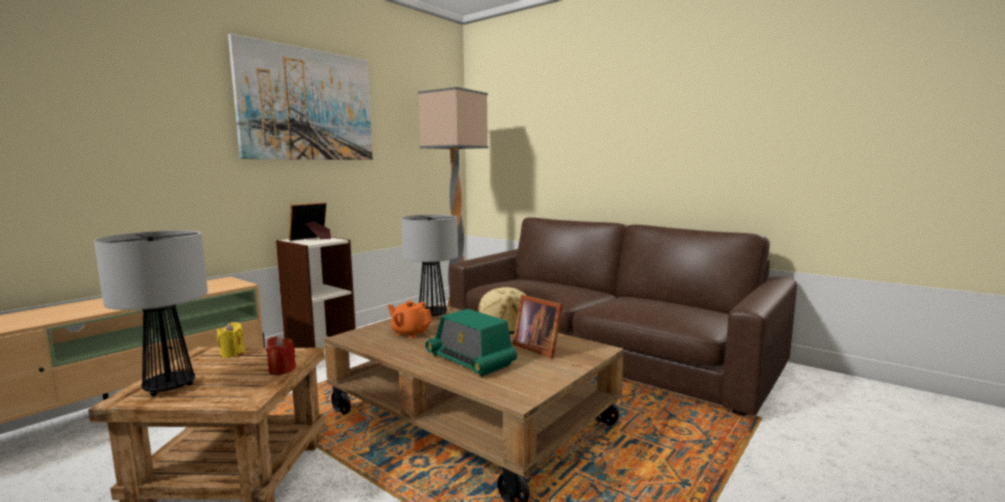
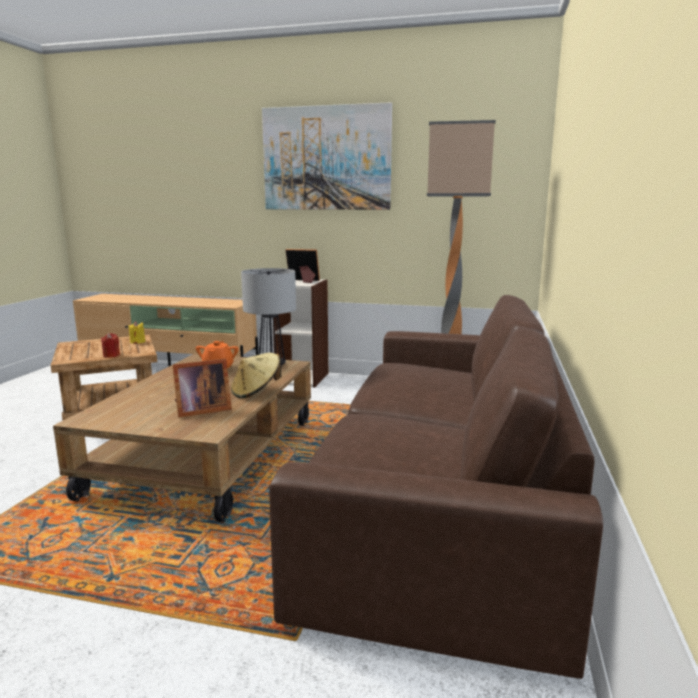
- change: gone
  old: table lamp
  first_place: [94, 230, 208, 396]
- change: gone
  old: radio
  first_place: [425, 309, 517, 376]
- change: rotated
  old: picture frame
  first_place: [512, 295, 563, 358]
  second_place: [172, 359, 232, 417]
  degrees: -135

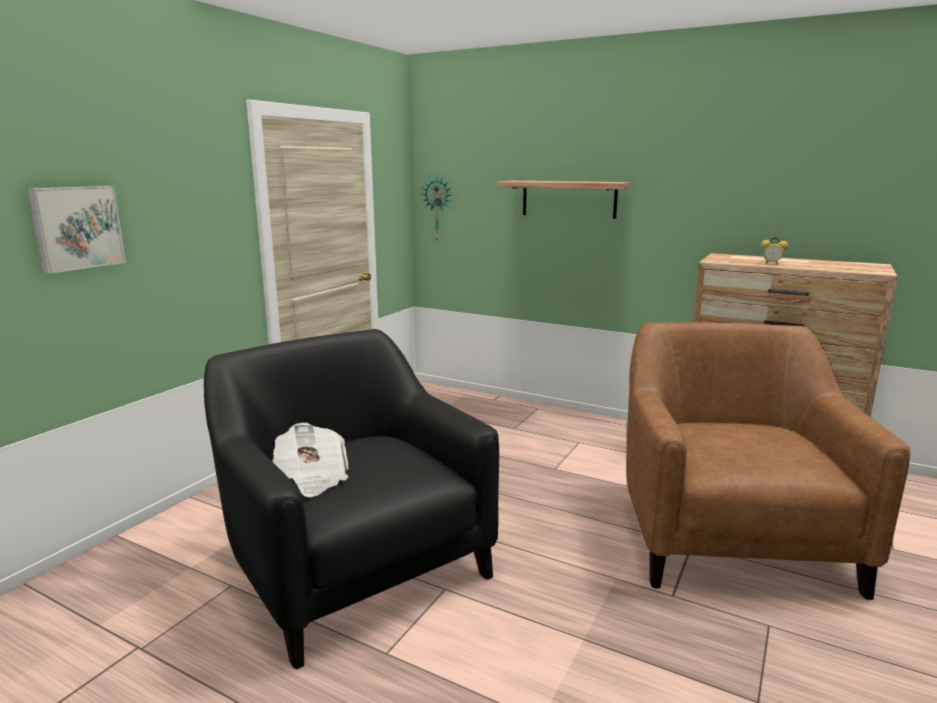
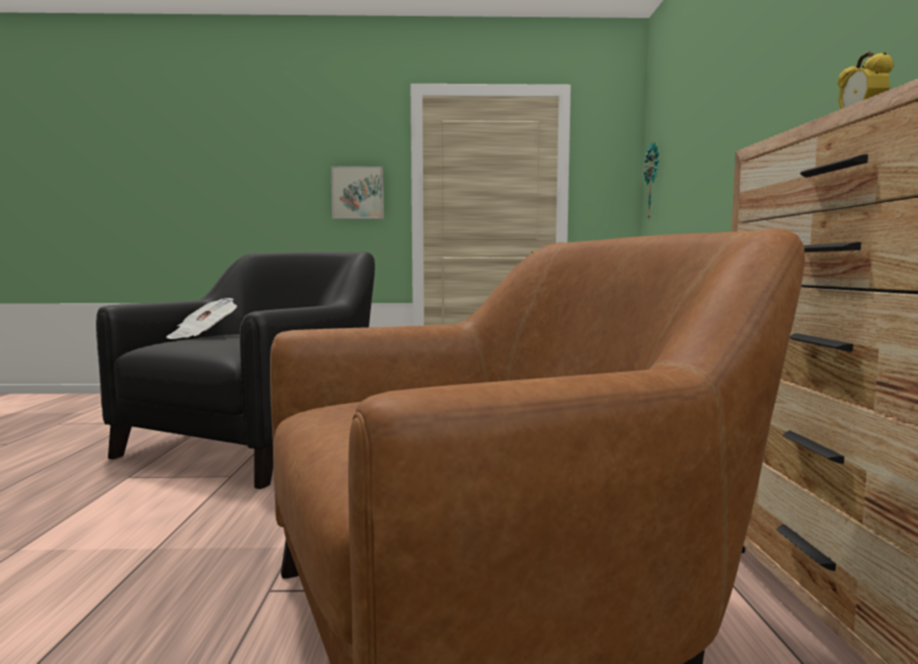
- change: gone
  old: shelf
  first_place: [497, 181, 632, 219]
- change: shifted
  old: picture
  first_place: [27, 186, 126, 274]
  second_place: [331, 166, 384, 219]

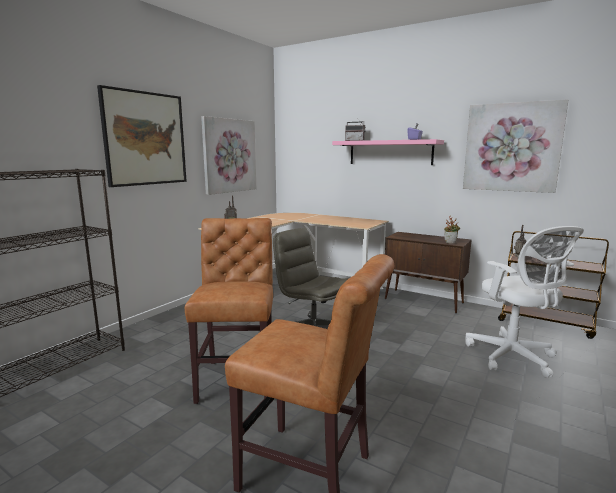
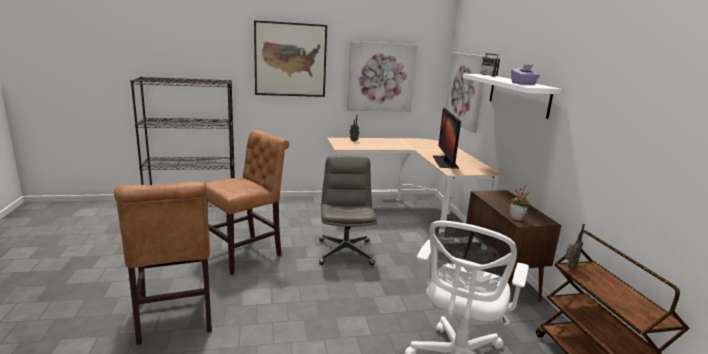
- change: new
  new: monitor
  second_place: [433, 108, 461, 169]
- change: shifted
  old: picture
  first_place: [463, 99, 568, 193]
  second_place: [445, 52, 488, 133]
- change: repainted
  old: pink shelf
  new: white shelf
  first_place: [332, 139, 444, 165]
  second_place: [463, 74, 562, 119]

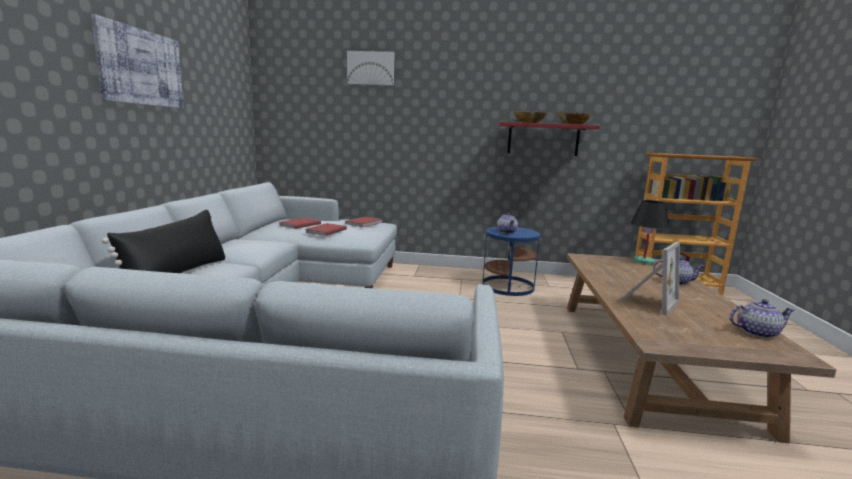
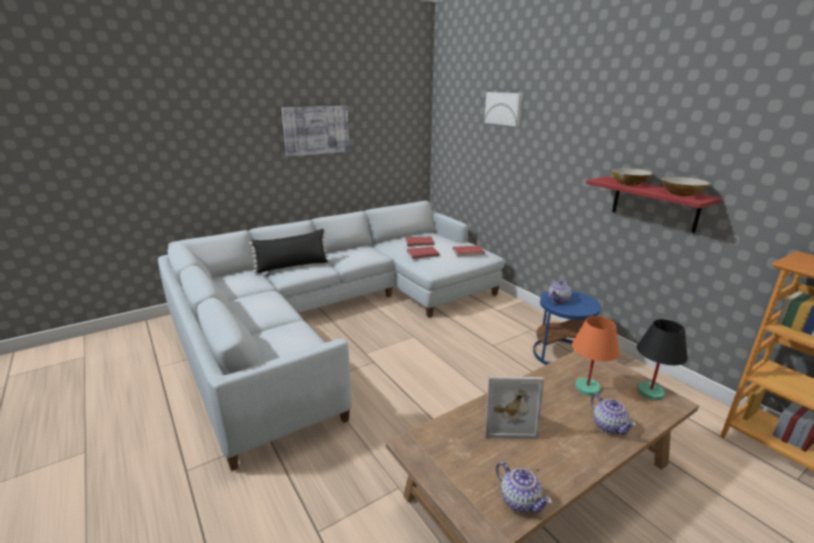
- change: new
  new: orange table lamp
  second_place: [572, 316, 620, 396]

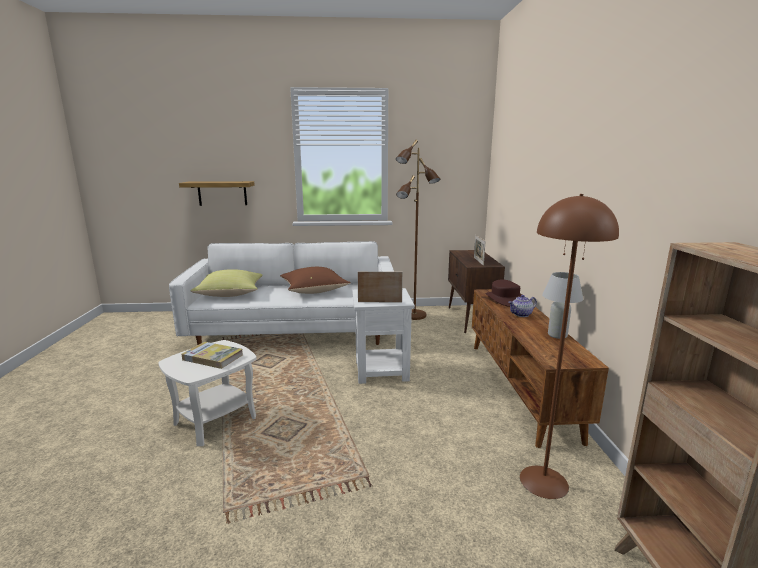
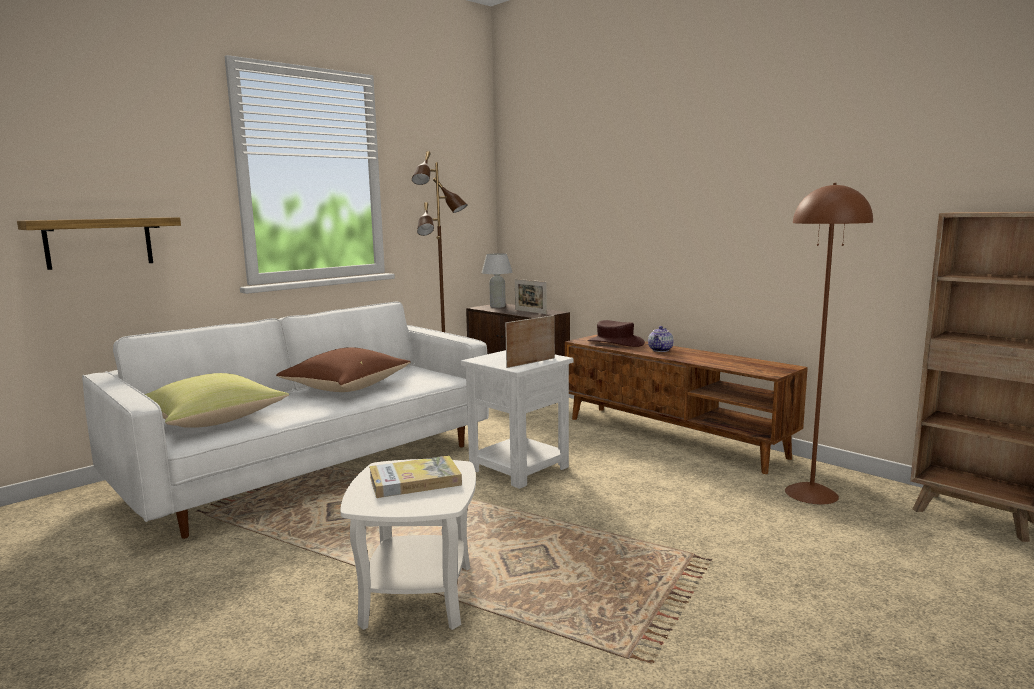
- change: shifted
  old: white table lamp
  first_place: [542, 272, 583, 339]
  second_place: [481, 253, 513, 308]

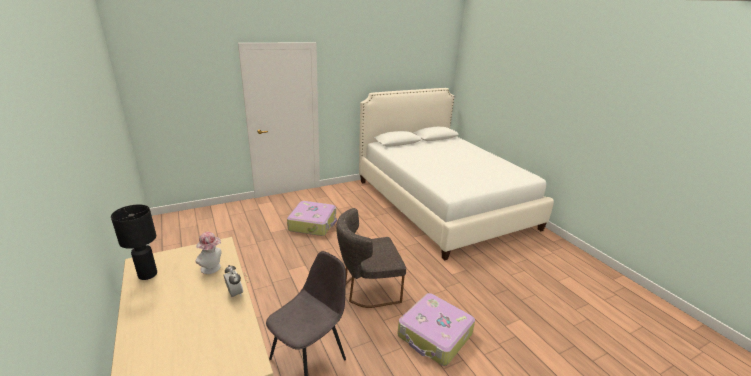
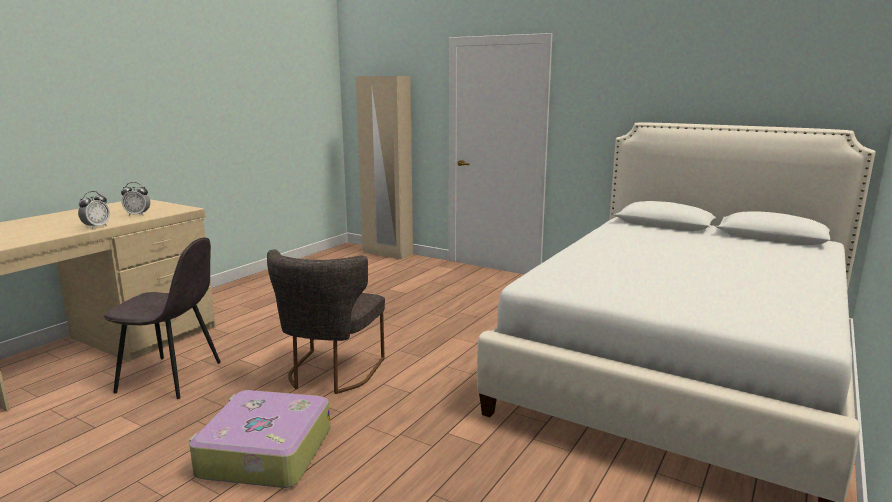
- change: gone
  old: black table lamp
  first_place: [111, 205, 157, 280]
- change: gone
  old: suitcase
  first_place: [287, 201, 337, 236]
- change: new
  new: beige wardrobe
  second_place: [356, 76, 413, 260]
- change: swapped
  old: hat
  new: alarm clock
  first_place: [196, 232, 222, 274]
  second_place: [121, 182, 150, 216]
- change: rotated
  old: grey chair
  first_place: [336, 208, 406, 308]
  second_place: [267, 250, 385, 394]
  degrees: -120

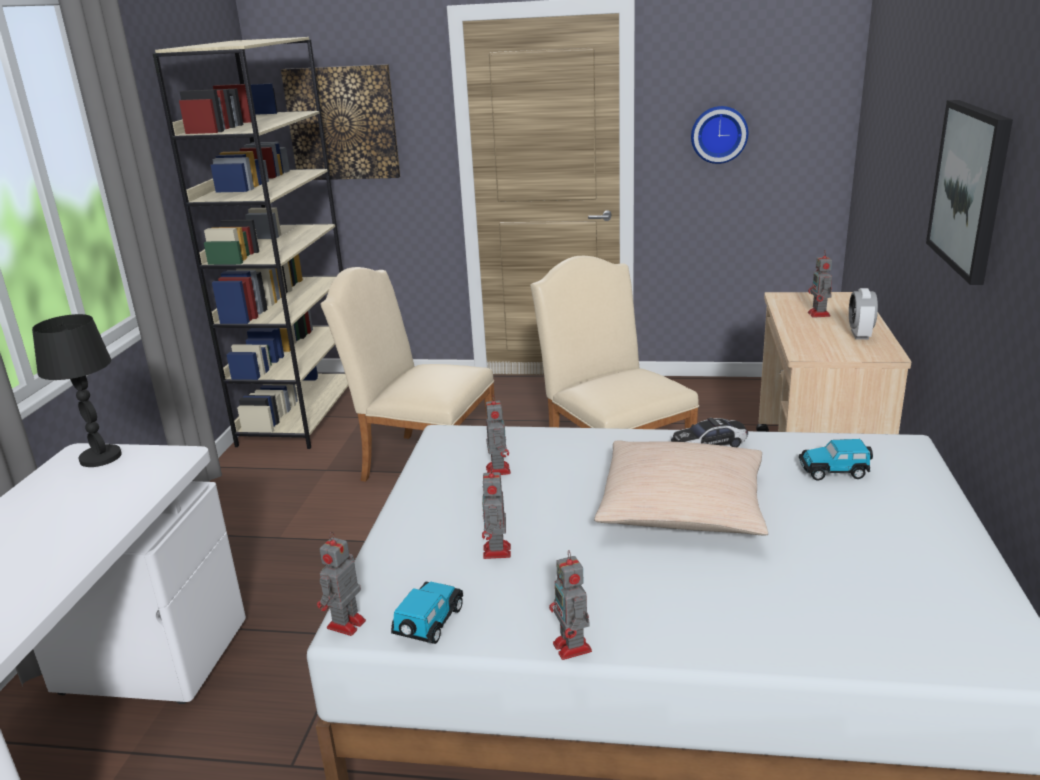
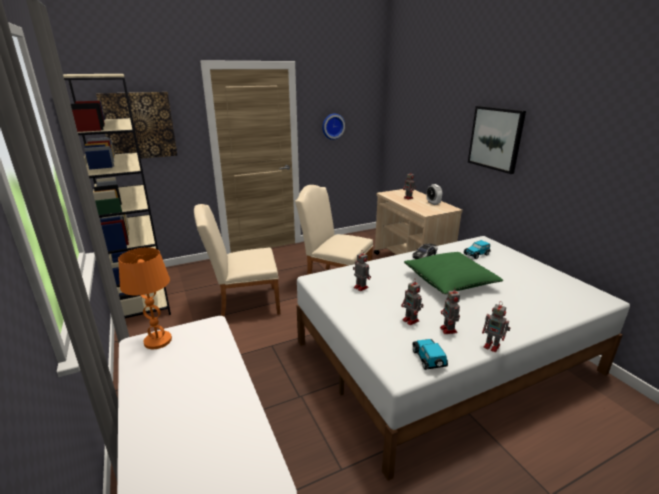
- change: shifted
  old: toy robot
  first_place: [317, 532, 366, 636]
  second_place: [440, 287, 460, 334]
- change: repainted
  old: black table lamp
  new: orange table lamp
  first_place: [32, 314, 122, 467]
  second_place: [118, 247, 172, 349]
- change: repainted
  old: beige pillow
  new: green pillow
  first_place: [594, 440, 768, 535]
  second_place: [404, 252, 504, 294]

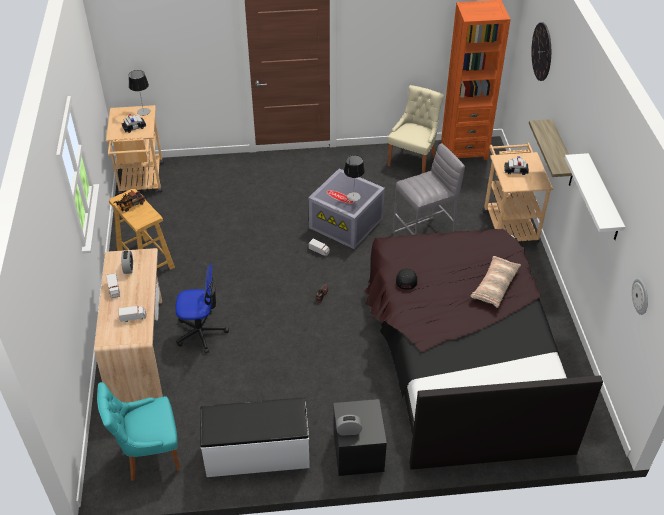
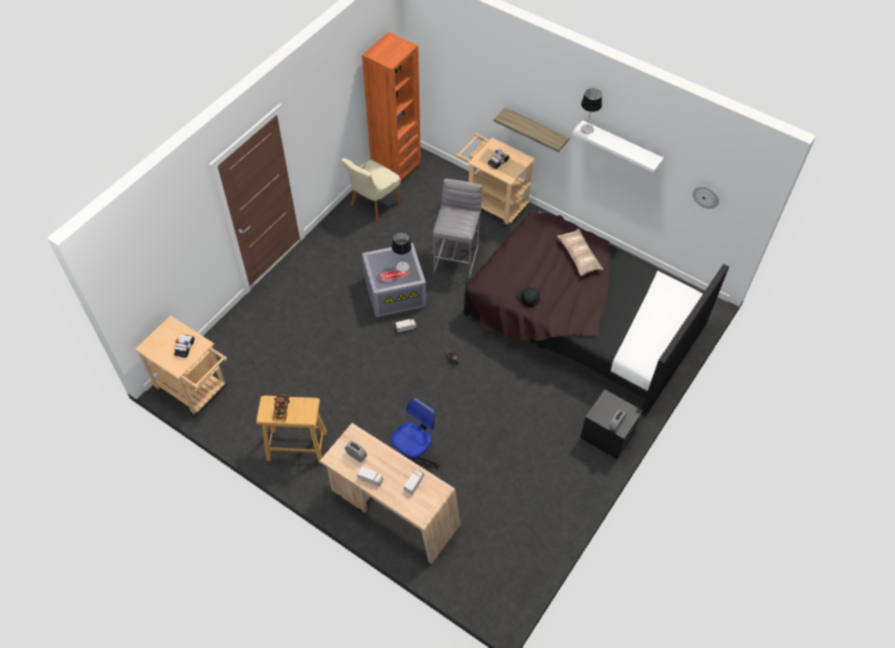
- change: gone
  old: turquoise chair
  first_place: [97, 382, 180, 481]
- change: gone
  old: white bench
  first_place: [200, 398, 310, 477]
- change: gone
  old: wall clock
  first_place: [531, 22, 551, 81]
- change: shifted
  old: table lamp
  first_place: [129, 70, 150, 116]
  second_place: [580, 88, 602, 134]
- change: rotated
  old: beige chair
  first_place: [388, 85, 444, 173]
  second_place: [341, 158, 400, 222]
  degrees: -120

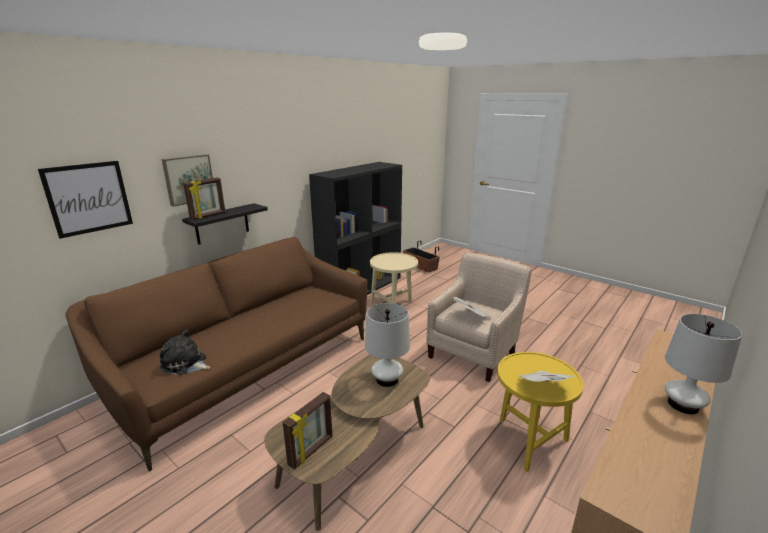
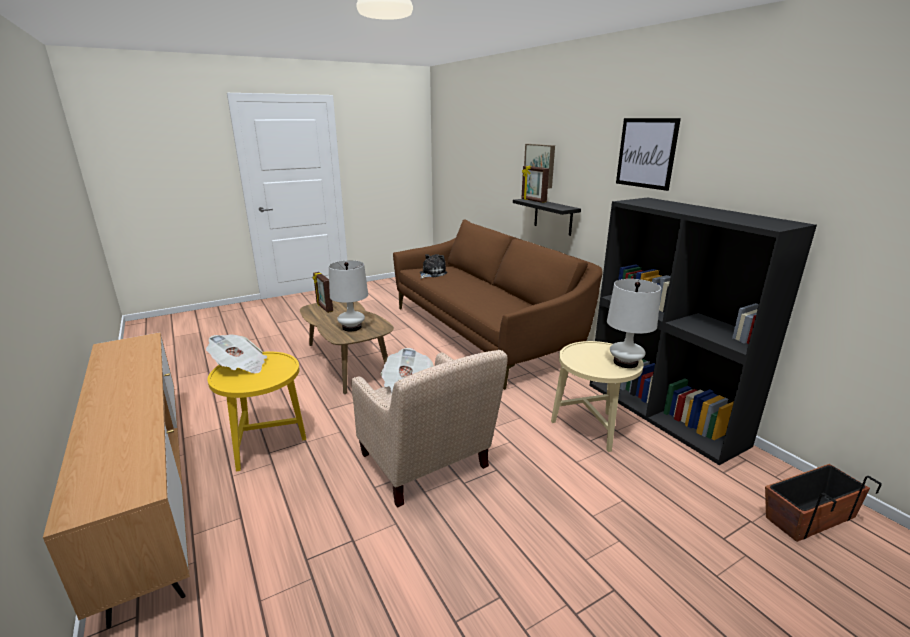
- change: shifted
  old: picture
  first_place: [38, 161, 133, 239]
  second_place: [616, 118, 681, 191]
- change: shifted
  old: white table lamp
  first_place: [665, 314, 742, 414]
  second_place: [607, 279, 661, 368]

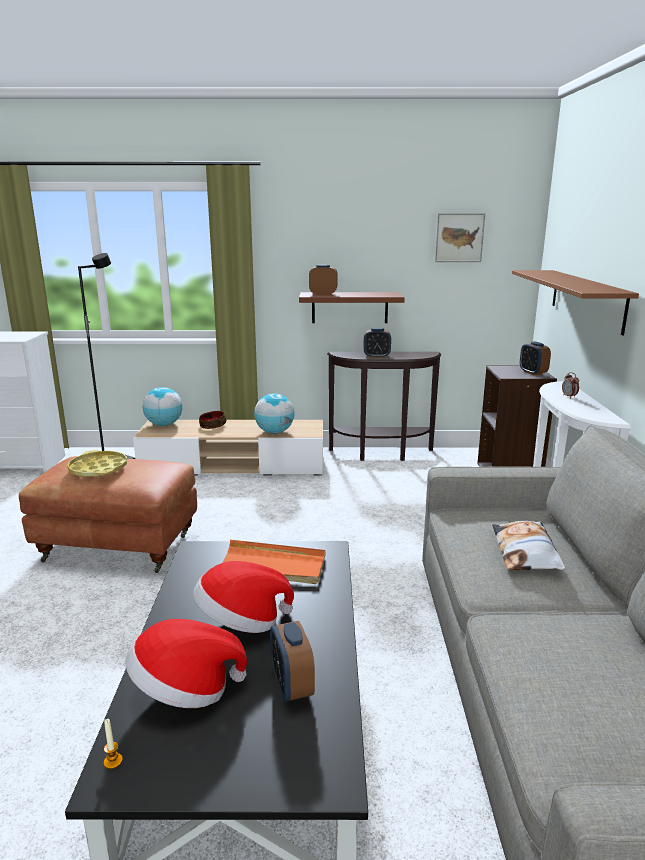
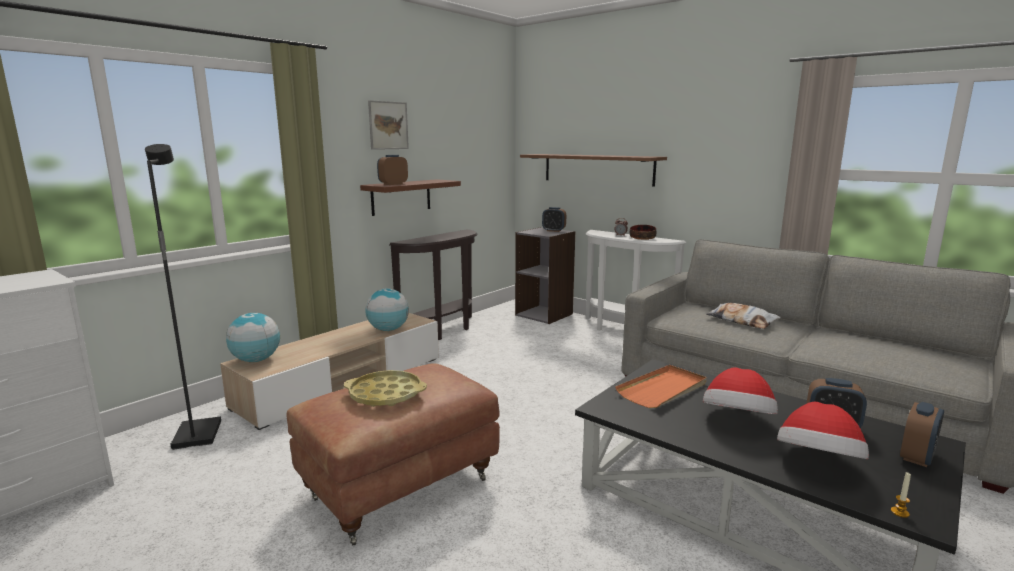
- change: shifted
  old: bowl
  first_place: [199, 411, 226, 429]
  second_place: [630, 225, 656, 240]
- change: shifted
  old: alarm clock
  first_place: [364, 328, 391, 358]
  second_place: [900, 402, 944, 467]
- change: shifted
  old: picture
  first_place: [435, 213, 485, 262]
  second_place: [368, 100, 409, 150]

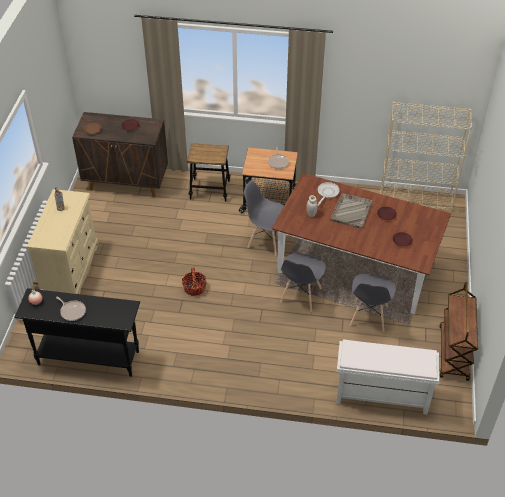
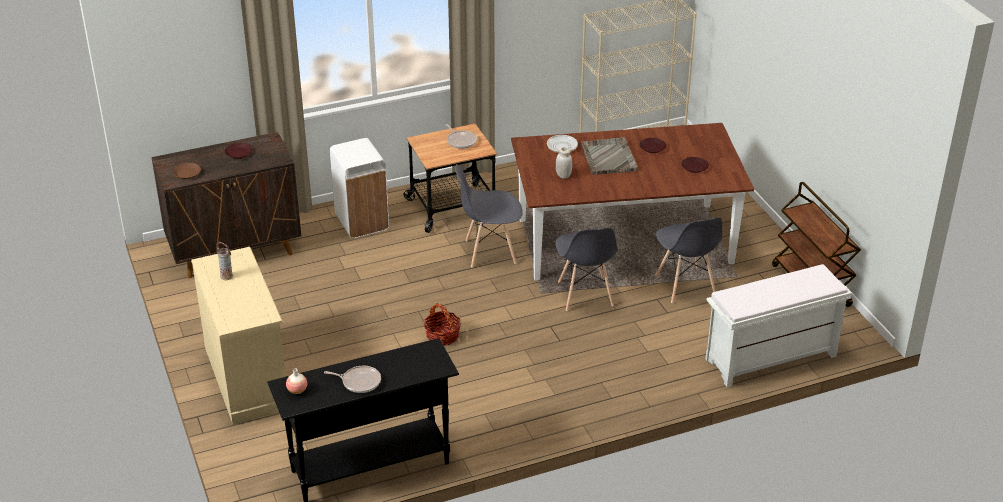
- change: swapped
  old: stool
  new: white trash can
  first_place: [187, 143, 230, 202]
  second_place: [330, 138, 389, 238]

